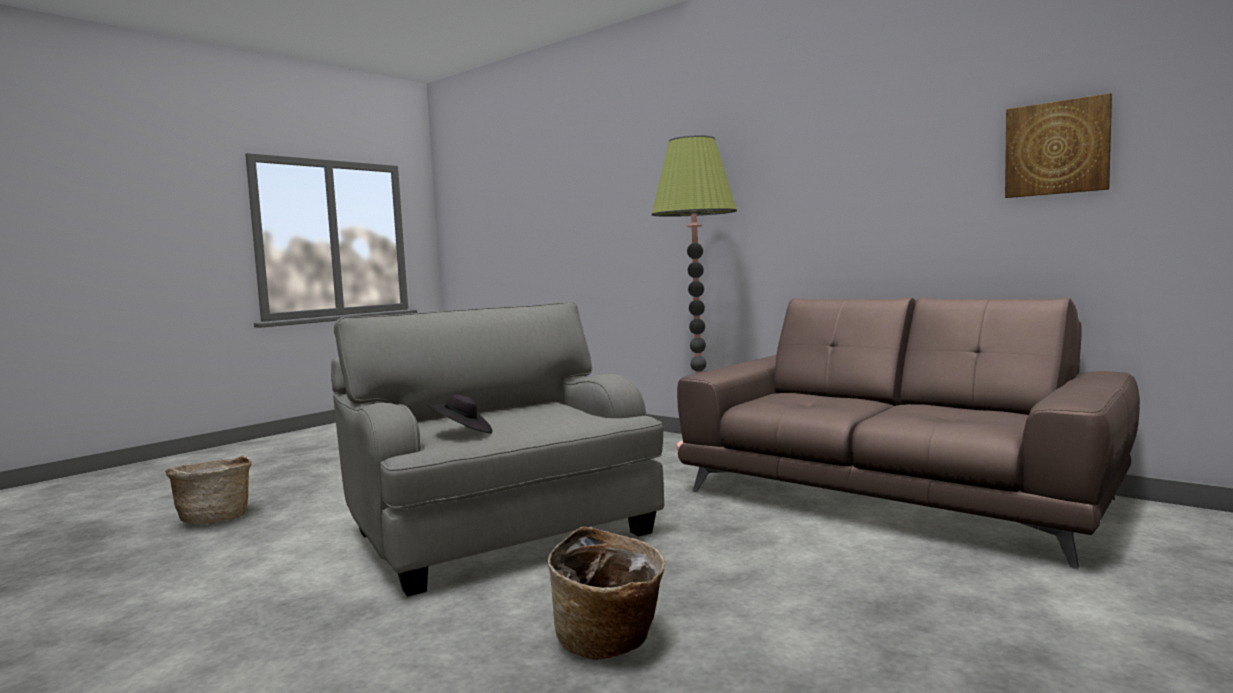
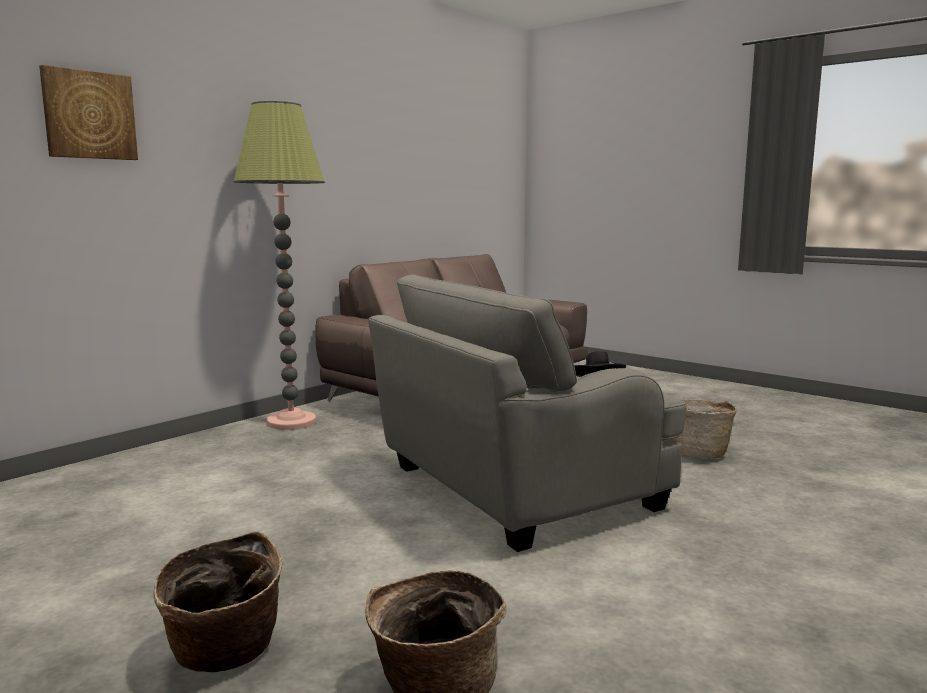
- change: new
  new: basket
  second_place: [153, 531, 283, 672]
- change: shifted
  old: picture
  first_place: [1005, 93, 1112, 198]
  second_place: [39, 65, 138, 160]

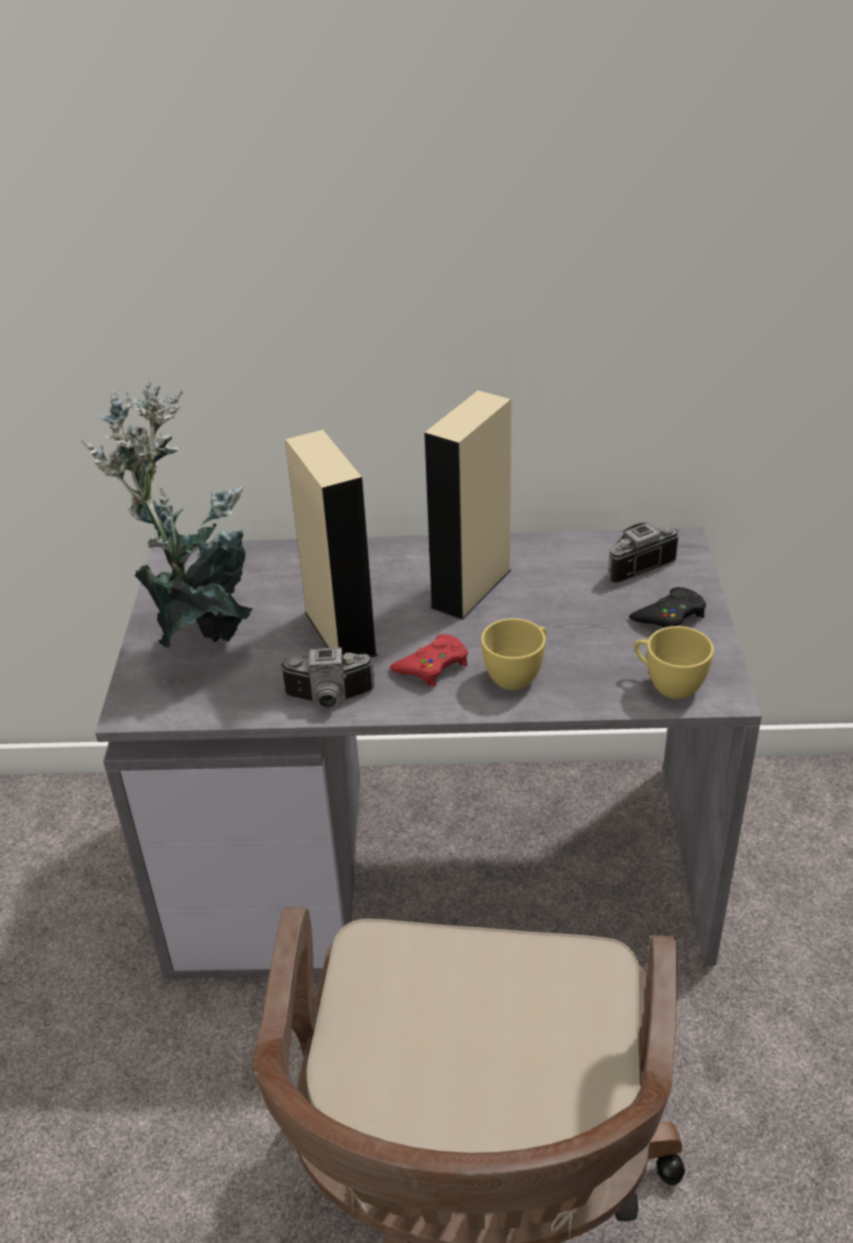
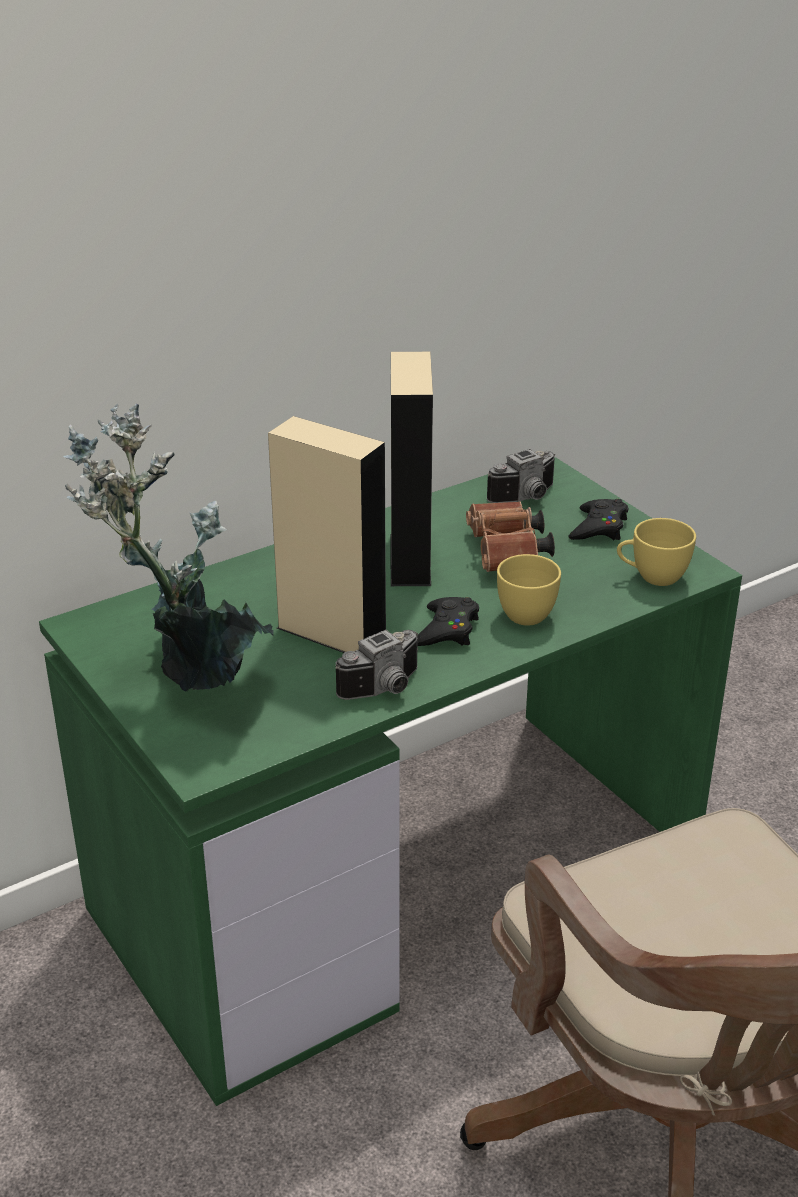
- change: new
  new: brown binoculars
  second_place: [466, 501, 555, 572]
- change: repainted
  old: grey desk
  new: green desk
  first_place: [95, 527, 762, 979]
  second_place: [39, 457, 742, 1106]
- change: repainted
  old: red game controller
  new: black game controller
  first_place: [390, 634, 468, 687]
  second_place: [417, 597, 479, 646]
- change: rotated
  old: photo camera
  first_place: [608, 523, 678, 584]
  second_place: [487, 449, 555, 503]
  degrees: -150

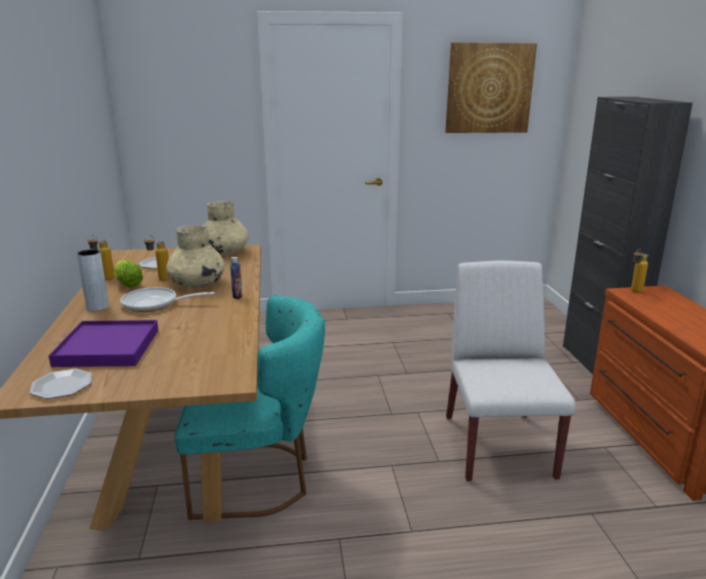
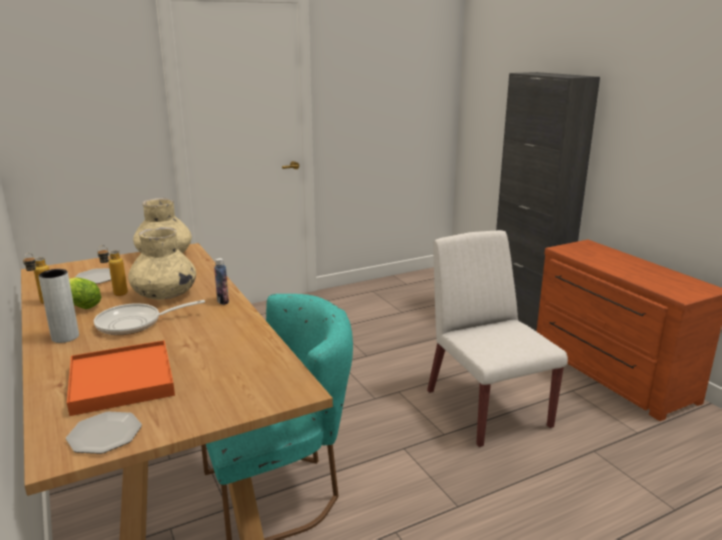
- change: gone
  old: picture
  first_place: [445, 42, 537, 133]
- change: gone
  old: bottle
  first_place: [631, 249, 648, 292]
- change: repainted
  old: purple tray
  new: orange tray
  first_place: [48, 320, 158, 367]
  second_place: [67, 340, 175, 416]

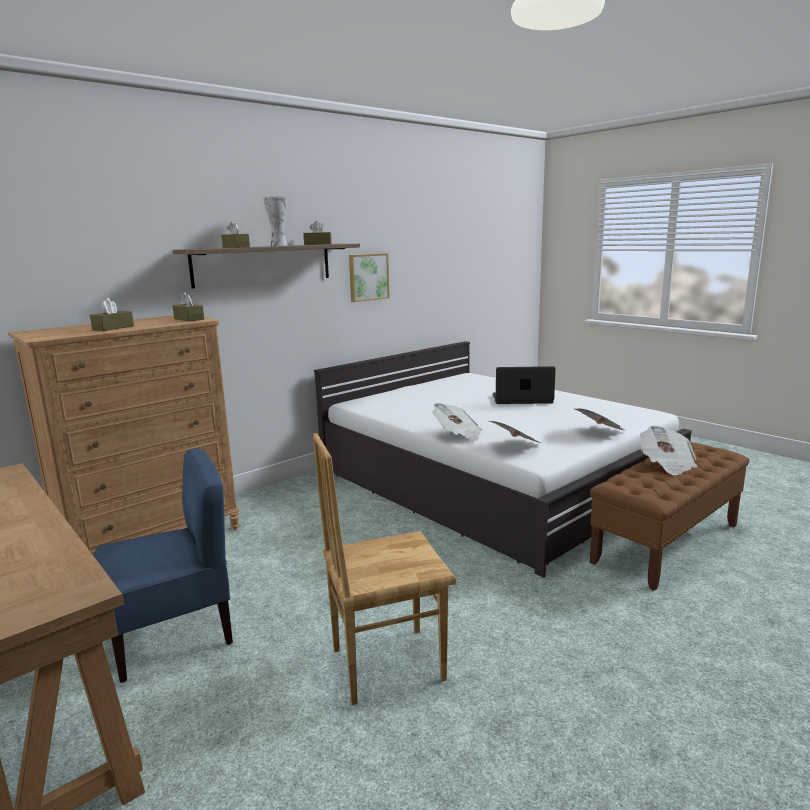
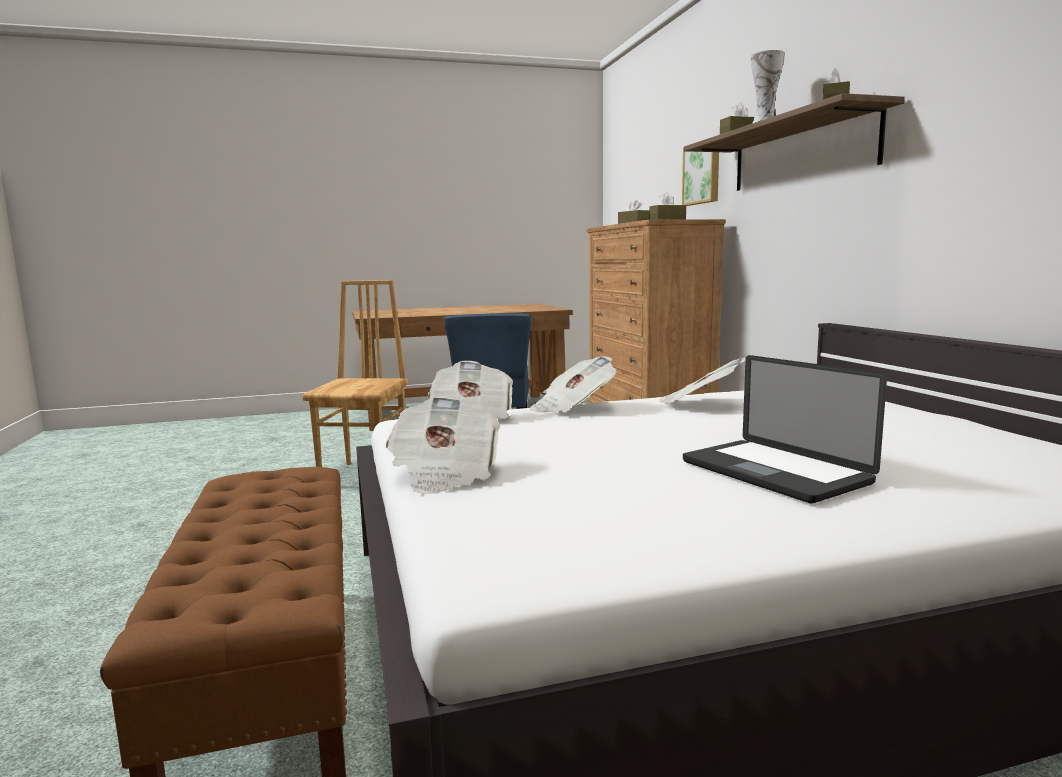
- change: shifted
  old: picture
  first_place: [349, 253, 390, 302]
  second_place: [682, 147, 719, 206]
- change: shifted
  old: newspaper
  first_place: [640, 425, 698, 475]
  second_place: [659, 358, 746, 405]
- change: rotated
  old: laptop
  first_place: [493, 366, 556, 404]
  second_place: [683, 355, 887, 503]
  degrees: 120

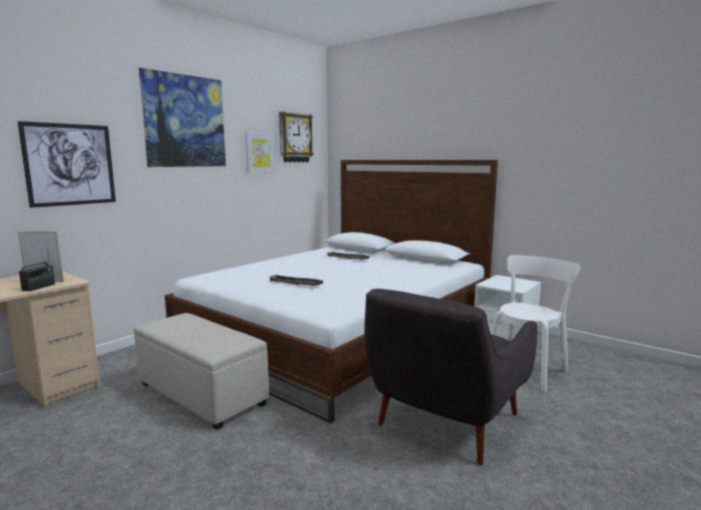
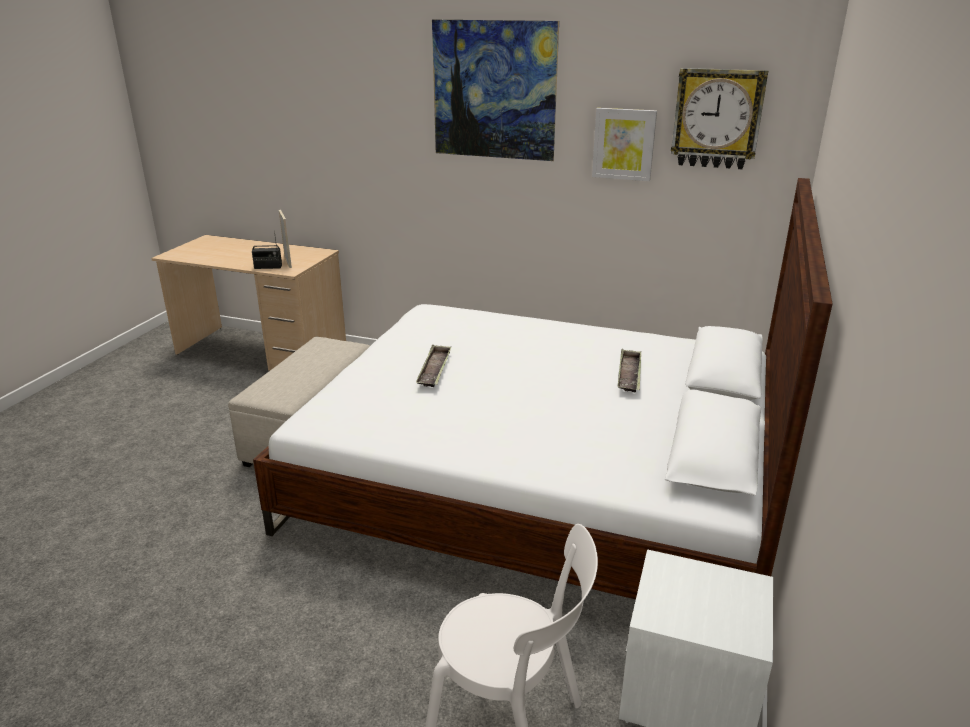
- change: gone
  old: picture
  first_place: [17, 121, 116, 208]
- change: gone
  old: grey armchair
  first_place: [364, 289, 537, 465]

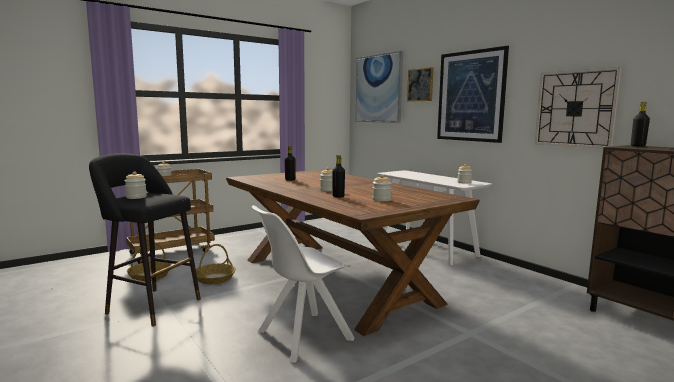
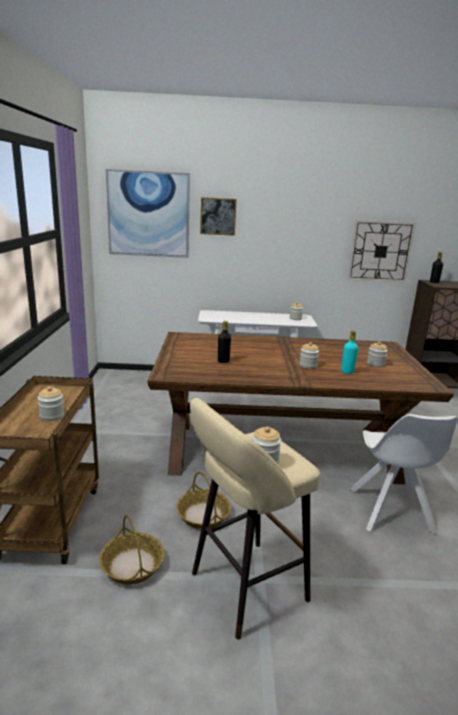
- change: gone
  old: picture
  first_place: [437, 46, 509, 143]
- change: repainted
  old: black stool
  new: beige stool
  first_place: [89, 153, 201, 327]
  second_place: [190, 398, 320, 640]
- change: repainted
  old: black bottle
  new: turquoise bottle
  first_place: [332, 155, 345, 198]
  second_place: [341, 331, 358, 374]

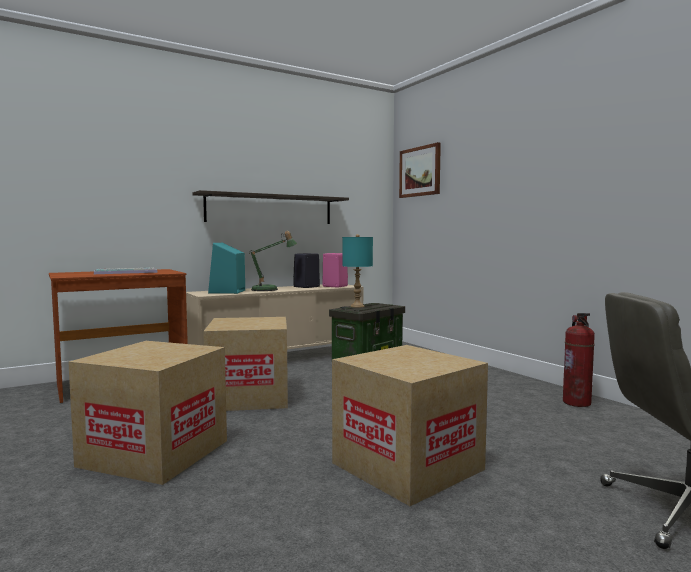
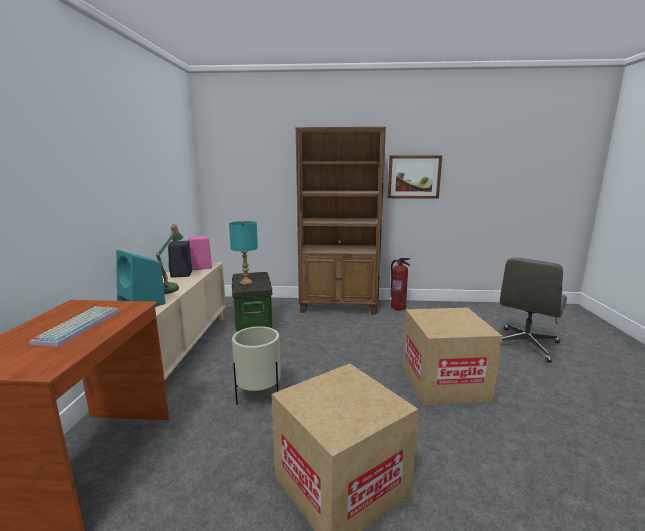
- change: gone
  old: shelf
  first_place: [192, 190, 349, 224]
- change: new
  new: brown bookcase
  second_place: [296, 127, 386, 315]
- change: shifted
  old: picture
  first_place: [399, 142, 441, 198]
  second_place: [388, 155, 442, 199]
- change: swapped
  old: cardboard box
  new: beige planter
  first_place: [203, 317, 288, 411]
  second_place: [232, 326, 281, 405]

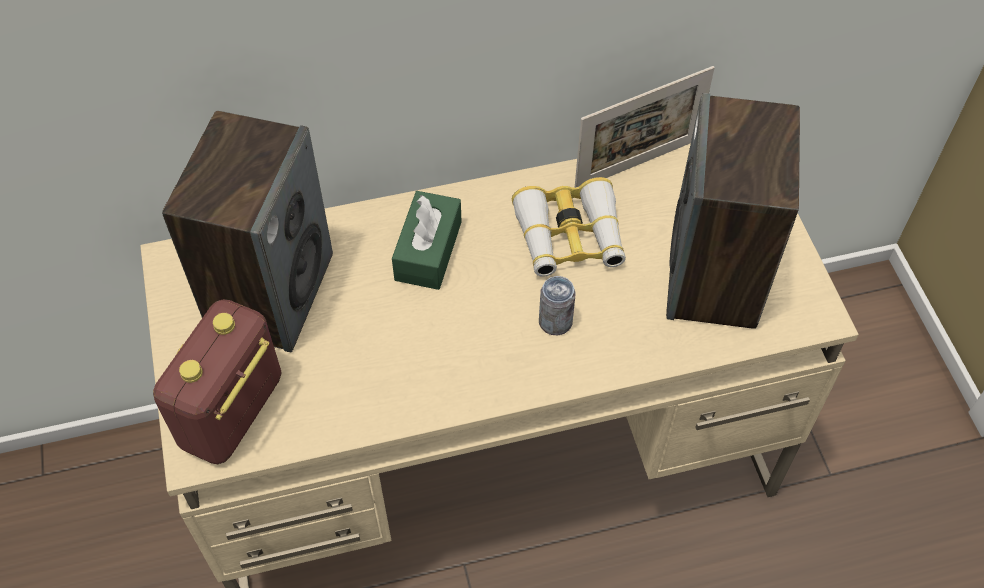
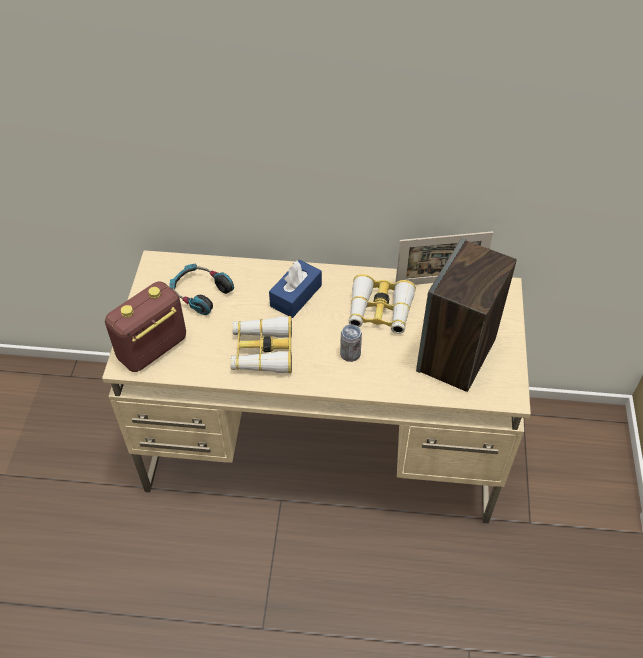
- change: new
  new: binoculars
  second_place: [231, 316, 292, 373]
- change: swapped
  old: speaker
  new: headphones
  first_place: [162, 111, 333, 352]
  second_place: [170, 264, 234, 315]
- change: repainted
  old: green tissue box
  new: blue tissue box
  first_place: [392, 191, 462, 290]
  second_place: [269, 260, 322, 318]

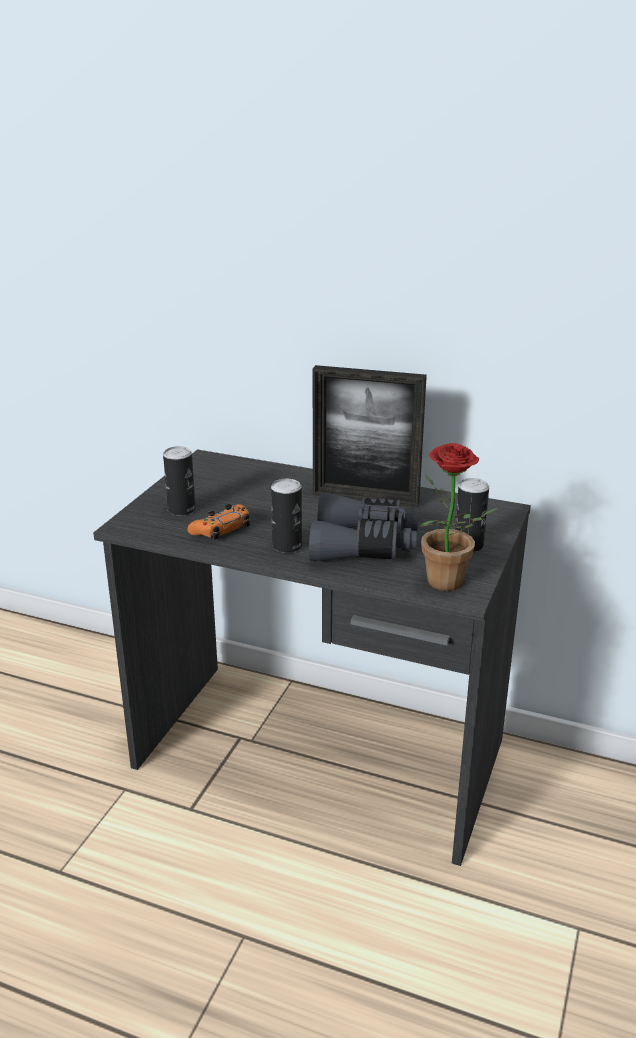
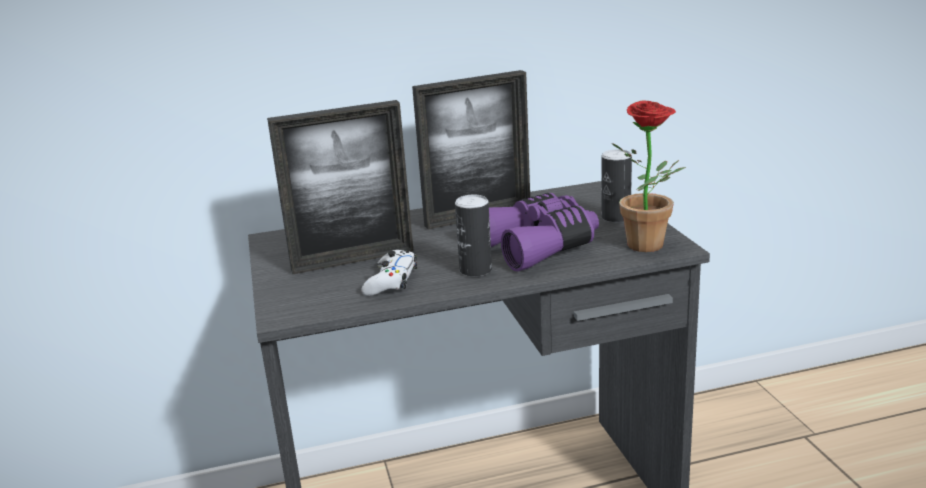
- change: gone
  old: can
  first_place: [163, 446, 196, 516]
- change: new
  new: picture frame
  second_place: [267, 100, 414, 274]
- change: repainted
  old: orange game controller
  new: white game controller
  first_place: [187, 504, 250, 540]
  second_place: [361, 250, 417, 296]
- change: repainted
  old: grey binoculars
  new: purple binoculars
  first_place: [309, 493, 418, 561]
  second_place: [489, 193, 599, 271]

